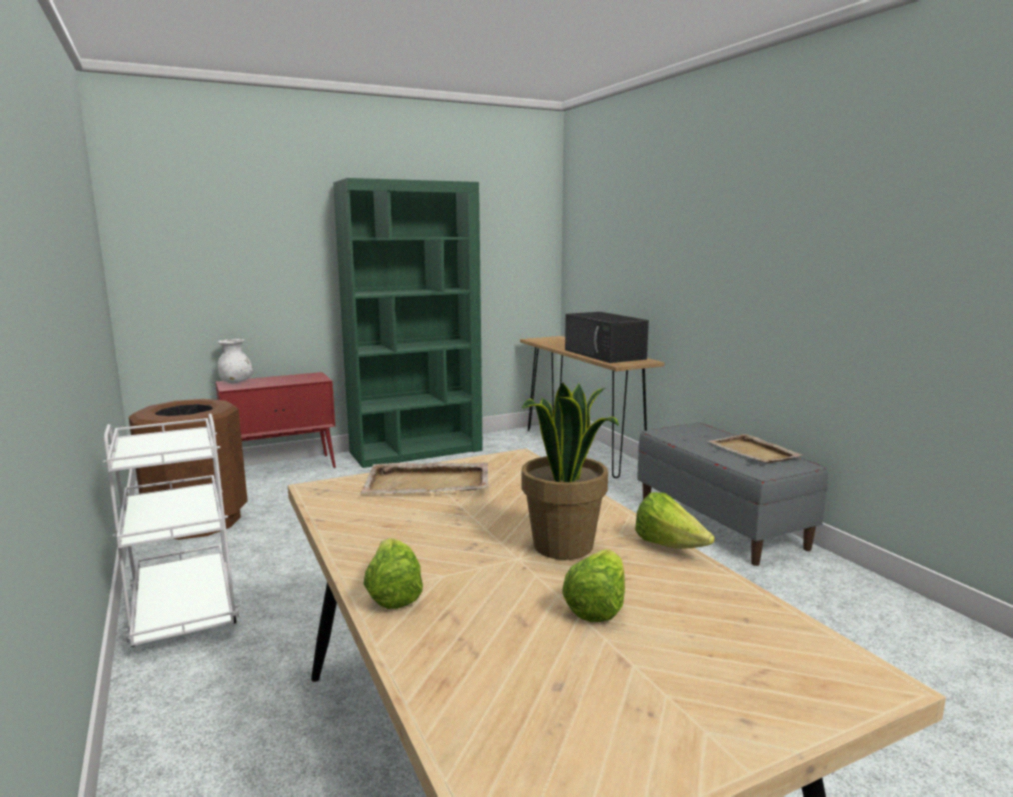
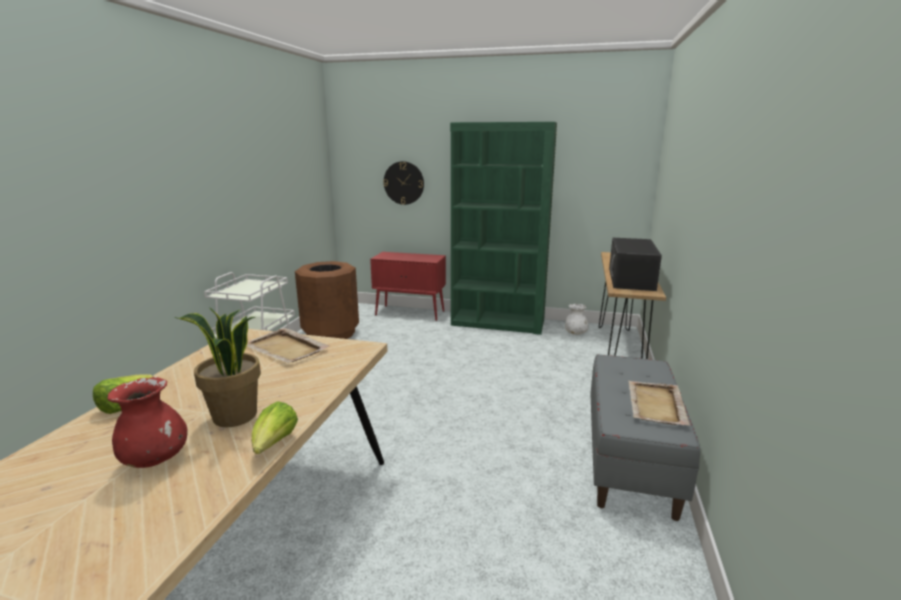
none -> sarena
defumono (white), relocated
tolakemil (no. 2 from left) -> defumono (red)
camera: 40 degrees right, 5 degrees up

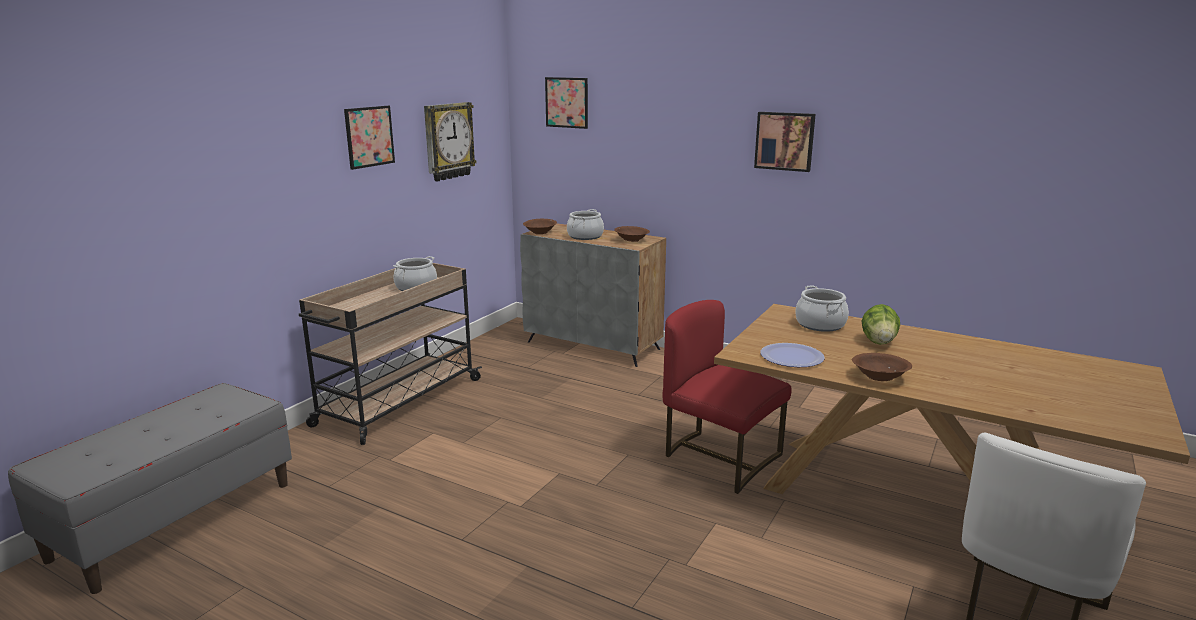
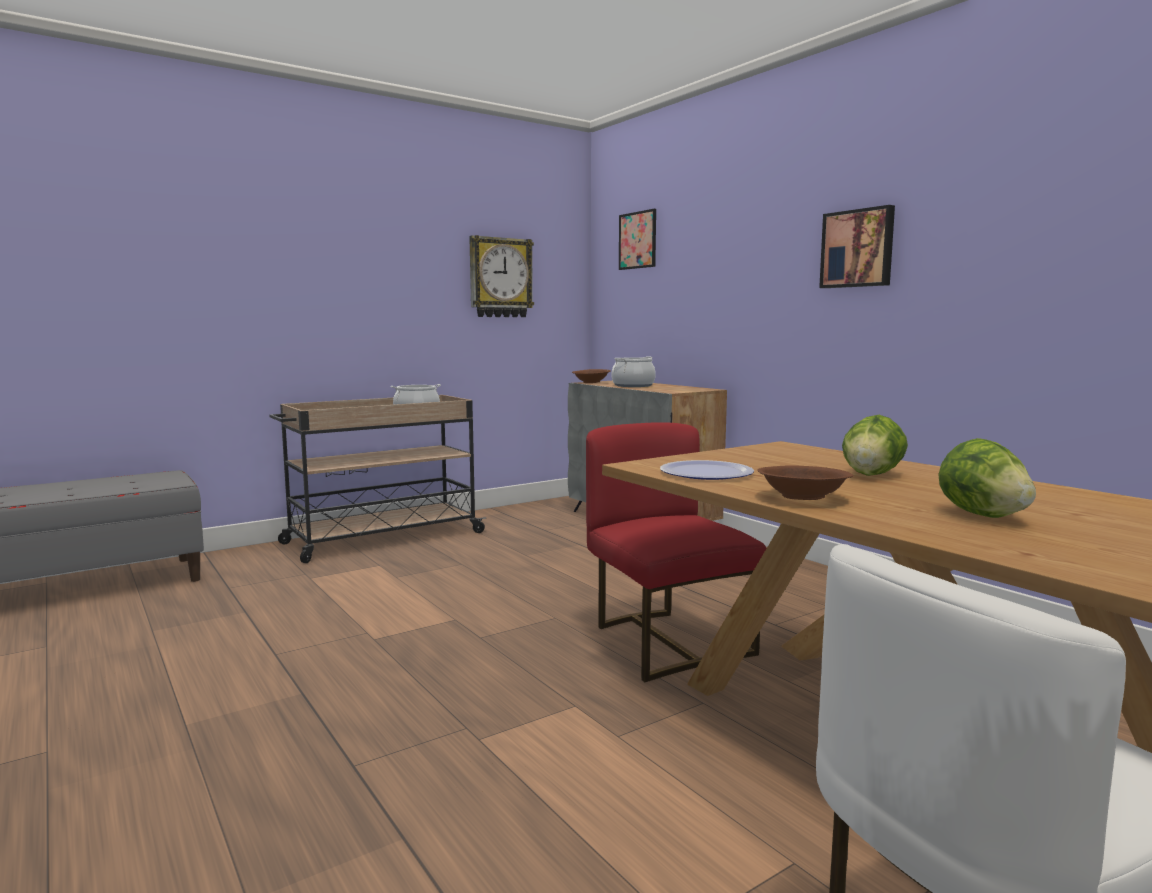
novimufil (no. 1 from left) -> none
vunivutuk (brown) (no. 2 from left) -> none
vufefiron (no. 3 from left) -> none
none -> tolakemil (no. 2 from left)
camera: 25 degrees right, 10 degrees down

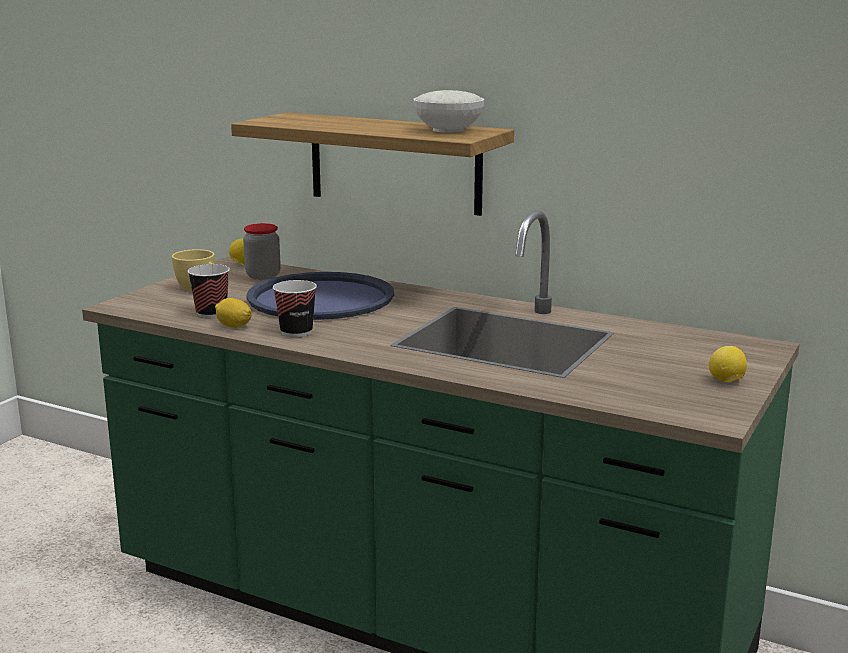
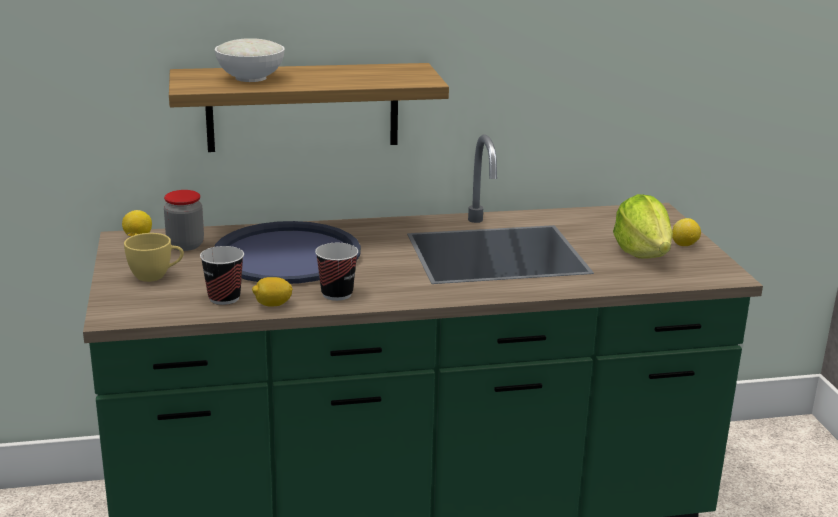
none -> tolakemil
vunivutuk (white), relocated
camera: 40 degrees left, 5 degrees up

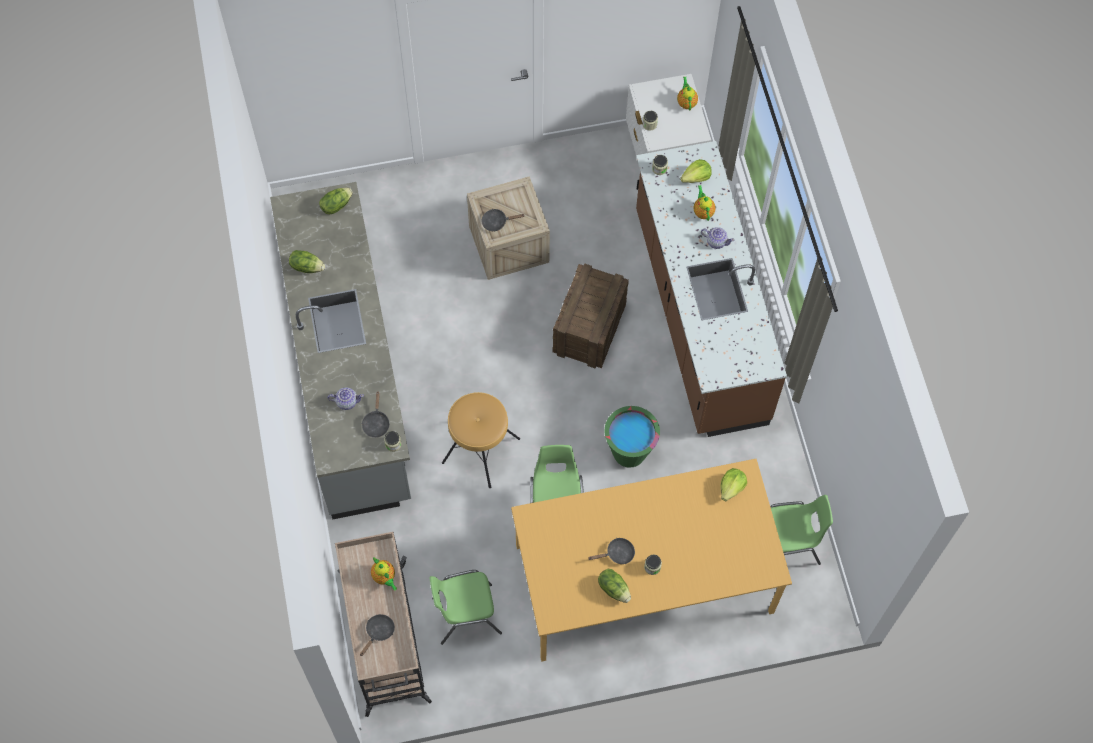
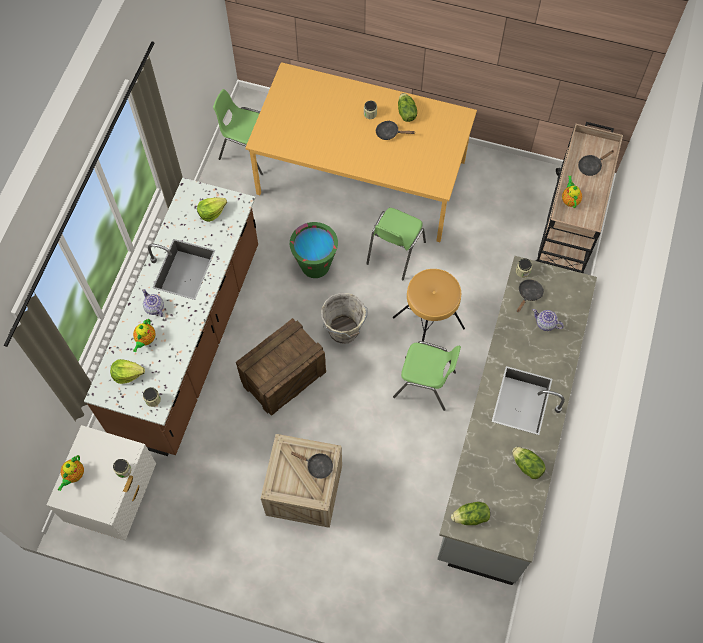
none -> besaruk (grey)
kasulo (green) (no. 1 from left in the first image) -> kasulo (green) (no. 3 from left), relocated
tolakemil (no. 5 from left in the first image) -> tolakemil (no. 2 from left), relocated
camera: 150 degrees left, 0 degrees up

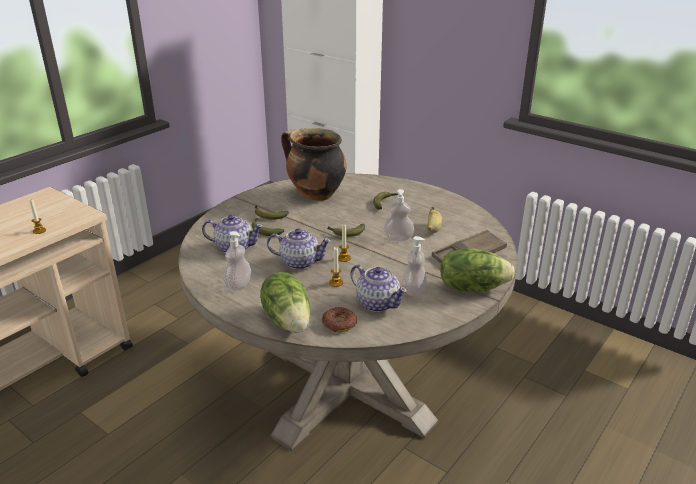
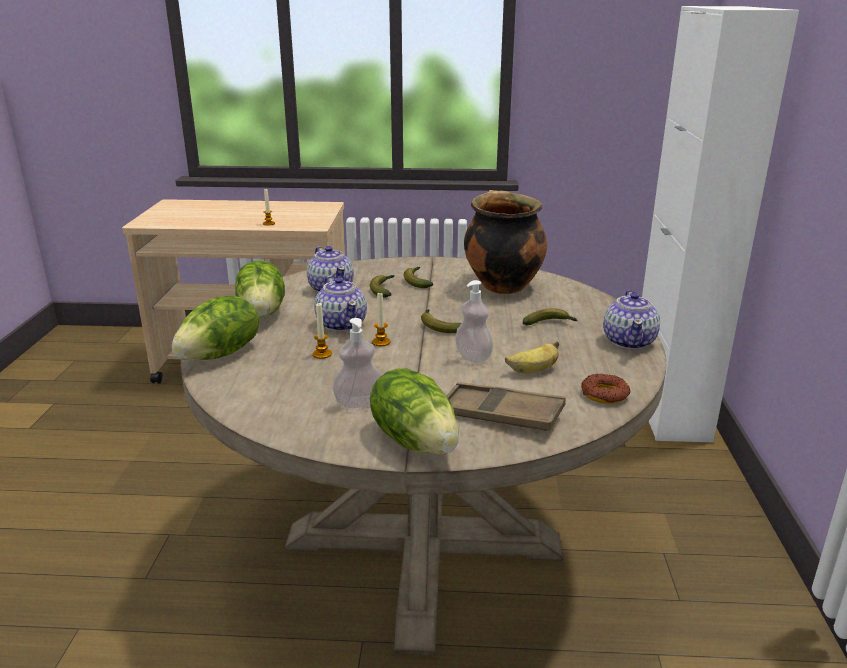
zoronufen, relocated
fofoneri (no. 3 from left), relocated
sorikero (no. 1 from left) -> tolakemil (no. 2 from left)
camera: 55 degrees right, 5 degrees down

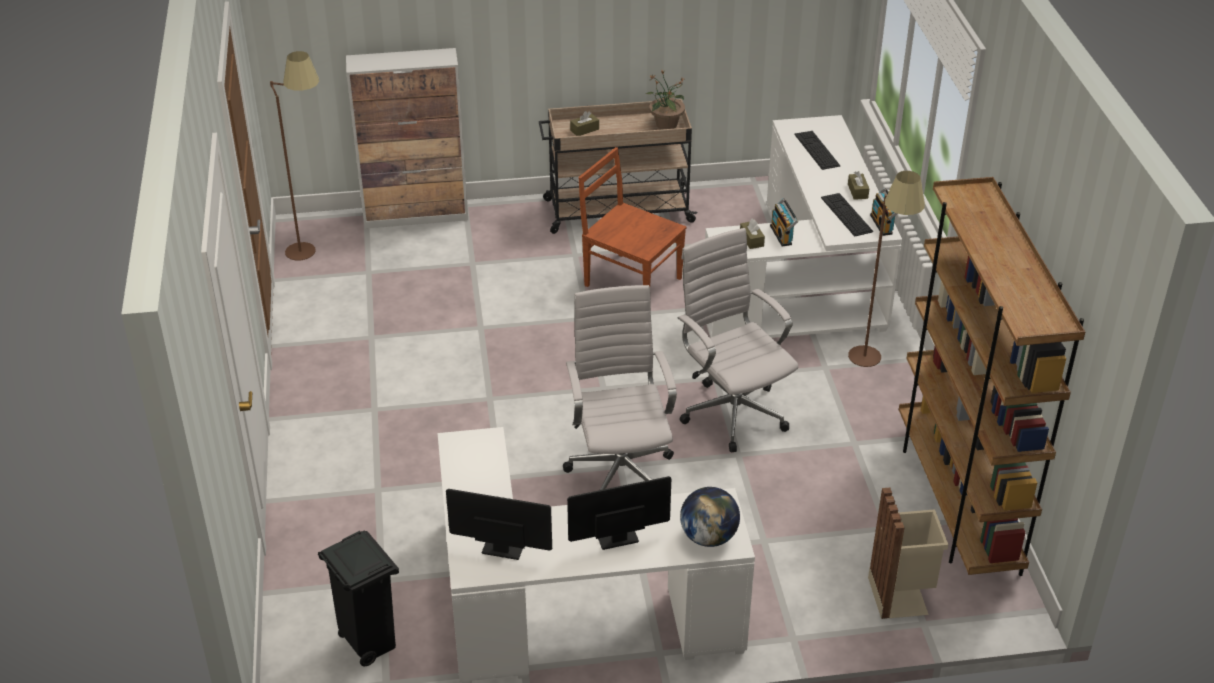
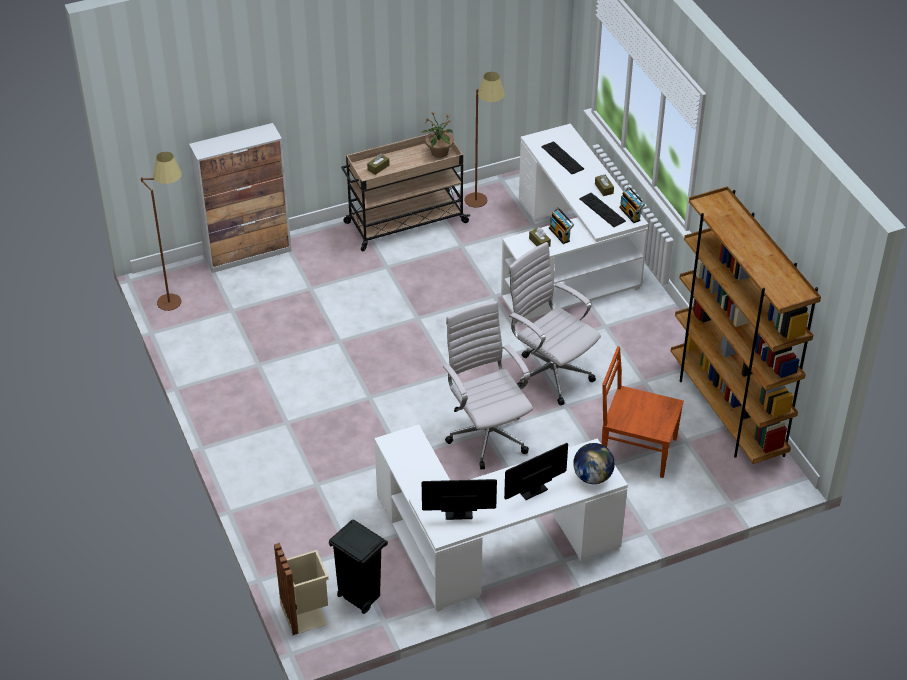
kasulo (brown), relocated
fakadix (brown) (no. 2 from left), relocated
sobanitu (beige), relocated
camera: 15 degrees left, 5 degrees up

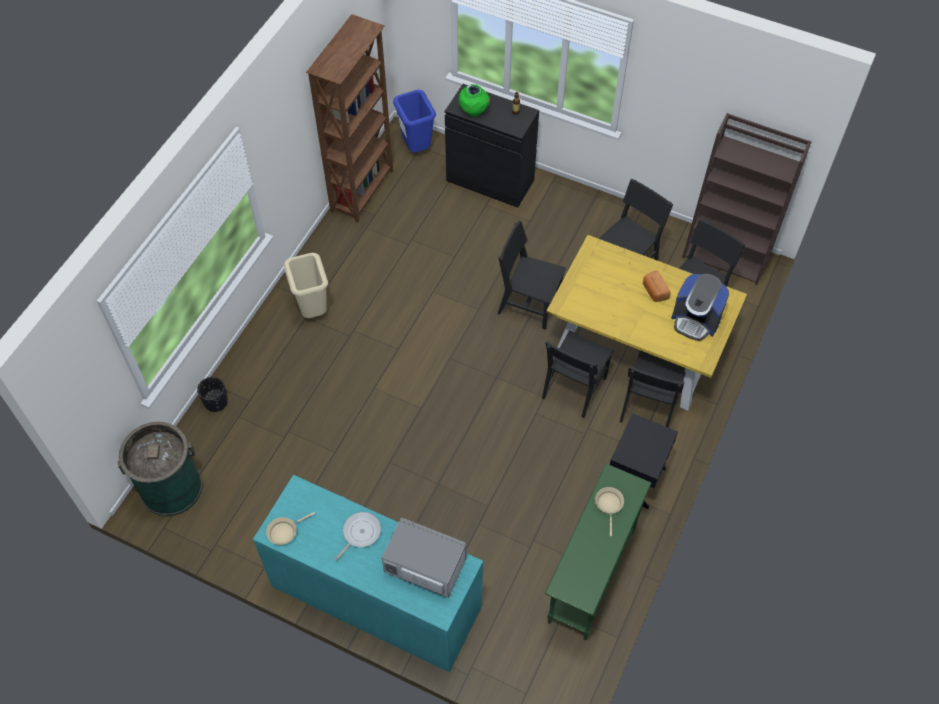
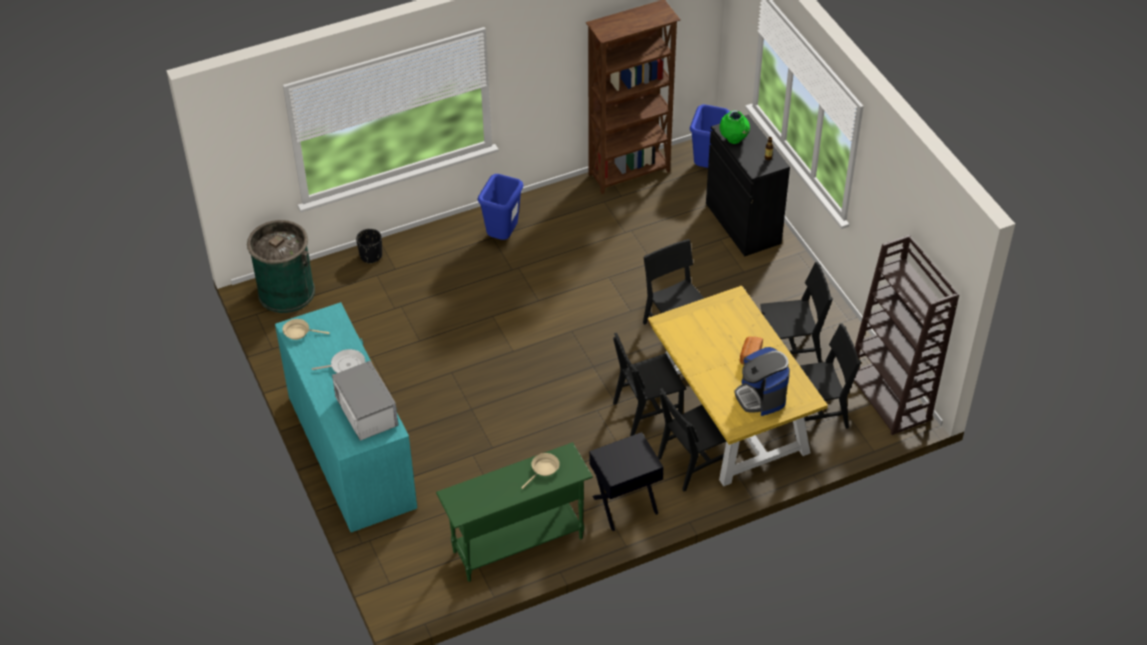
sobanitu (beige) -> sobanitu (blue) (no. 1 from left)
camera: 40 degrees right, 10 degrees down

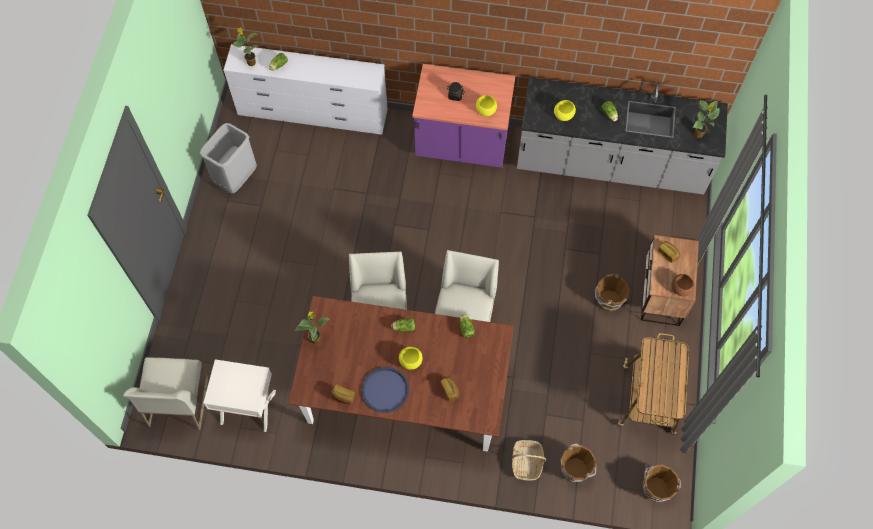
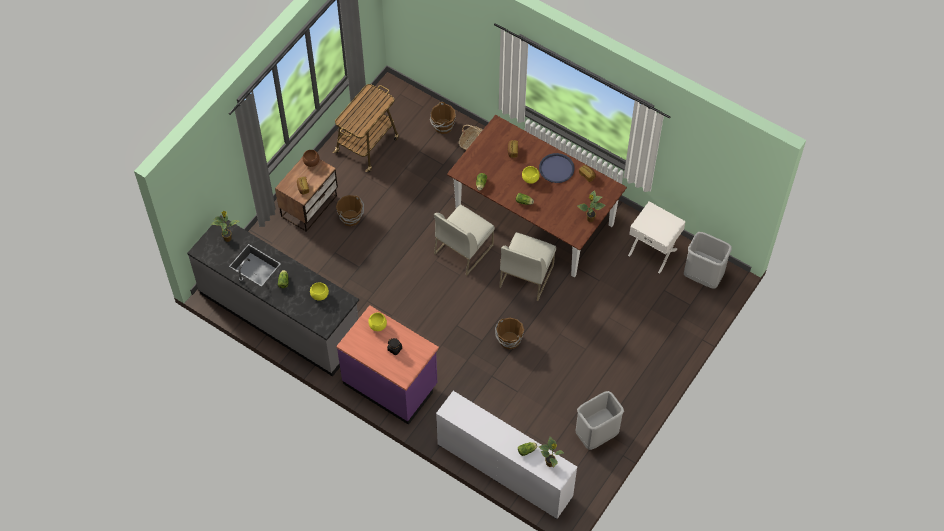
besaruk (brown) (no. 3 from left), relocated
kasulo (white) (no. 1 from left) -> sobanitu (grey) (no. 2 from left)
camera: 155 degrees left, 5 degrees down

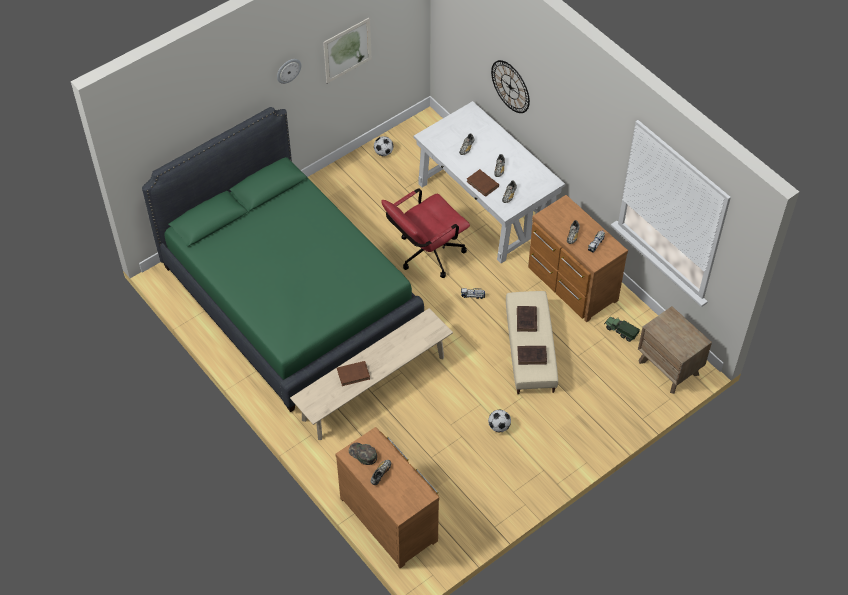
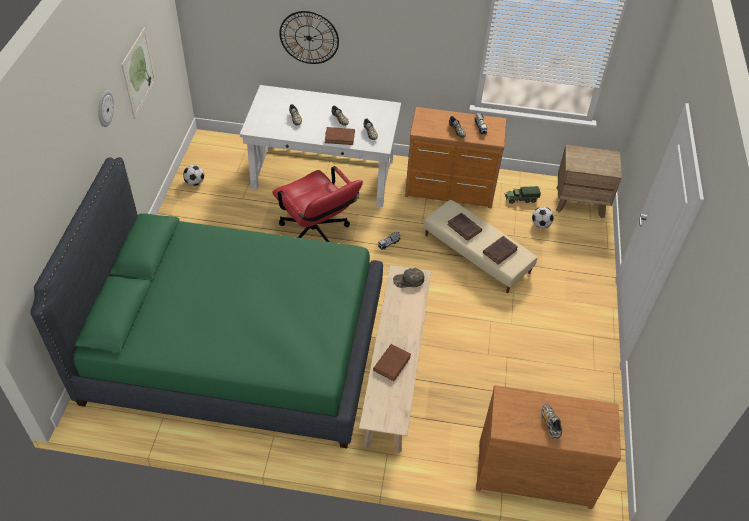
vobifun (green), relocated
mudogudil (no. 2 from left), relocated
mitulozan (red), 45 degrees counterclockwise
camera: 45 degrees left, 5 degrees down

